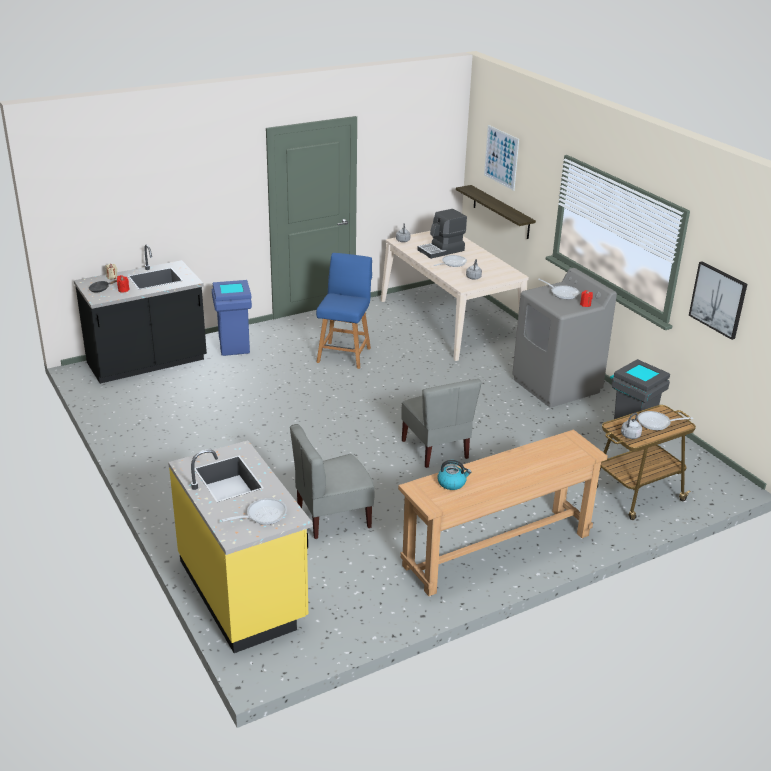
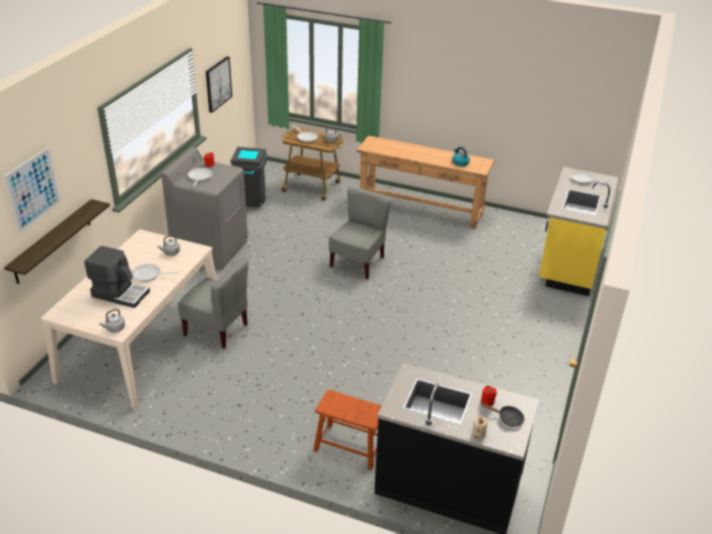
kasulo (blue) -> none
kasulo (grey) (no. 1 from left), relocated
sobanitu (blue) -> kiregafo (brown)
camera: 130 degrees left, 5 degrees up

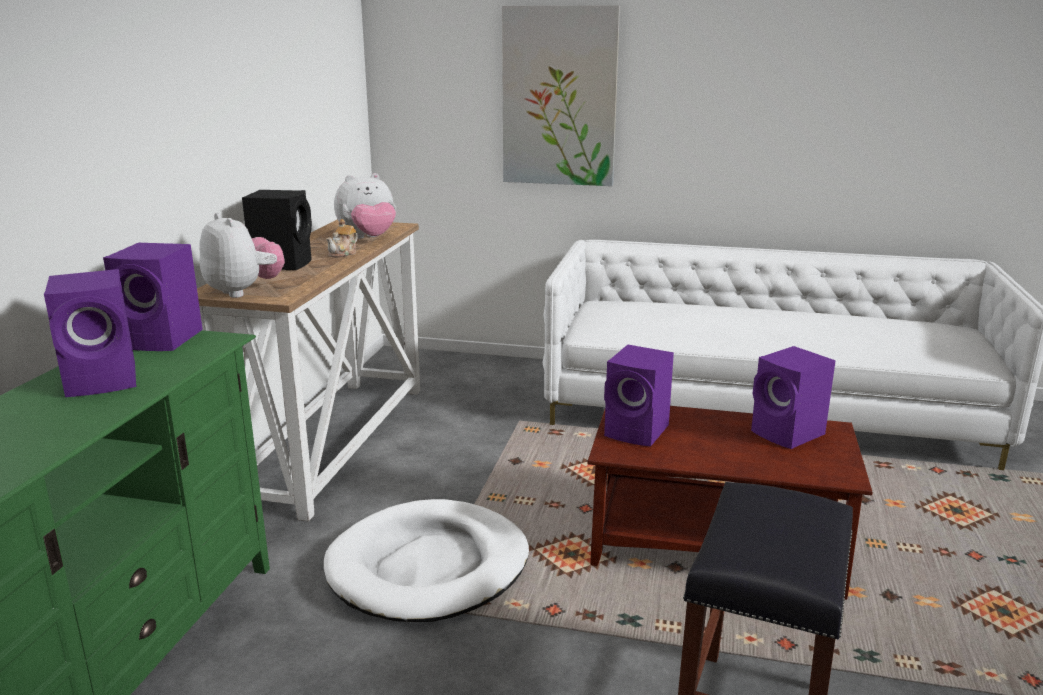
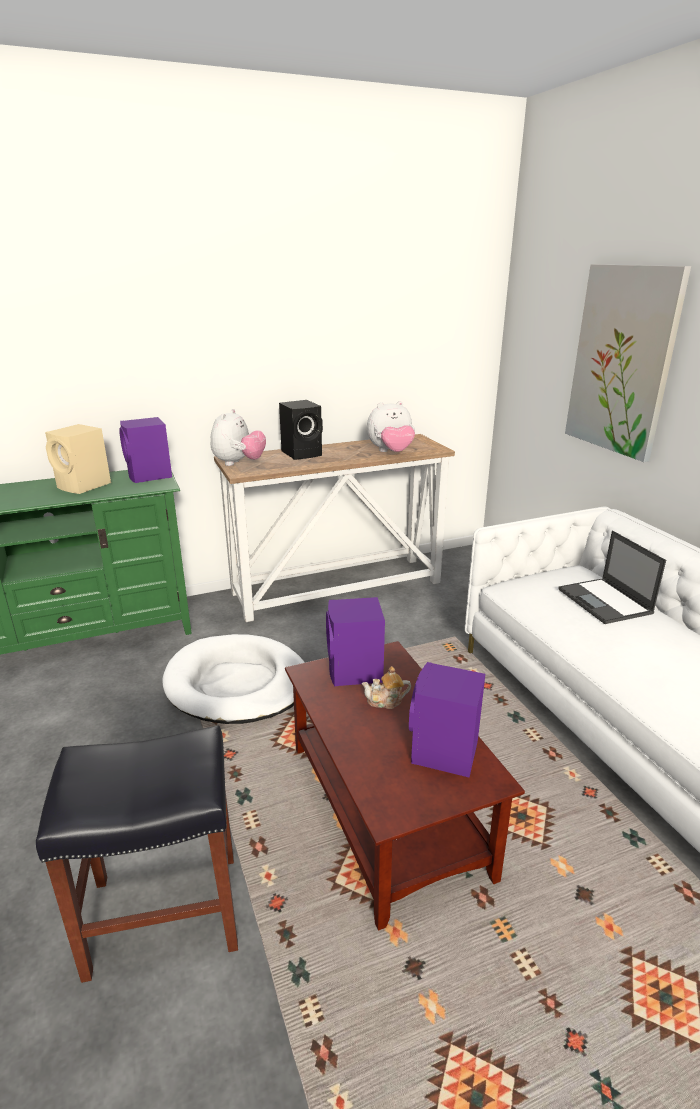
none -> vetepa
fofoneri, relocated
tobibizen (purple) (no. 1 from left) -> tobibizen (beige)
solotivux (no. 2 from left), 45 degrees counterclockwise
camera: 55 degrees right, 5 degrees up

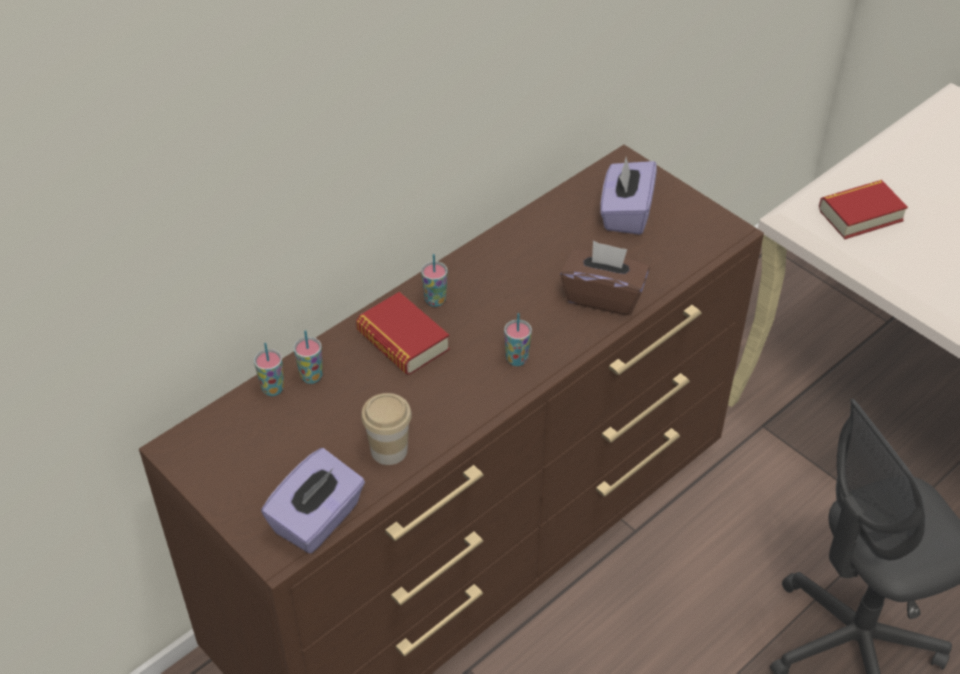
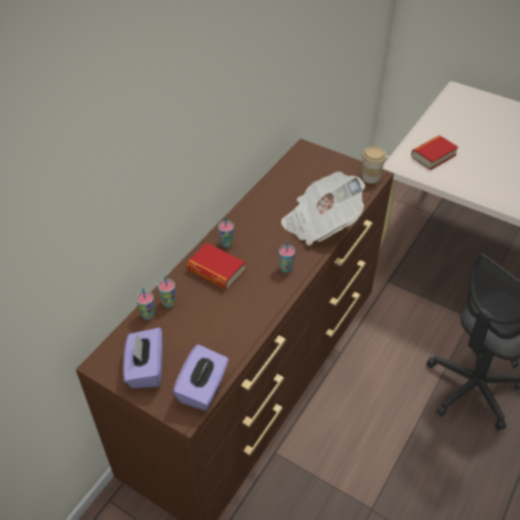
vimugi (no. 3 from left in the first image) -> vimugi (no. 5 from left), relocated
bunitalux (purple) (no. 2 from left in the first image) -> bunitalux (purple) (no. 1 from left), relocated
bunitalux (brown) -> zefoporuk
camera: 15 degrees left, 0 degrees up

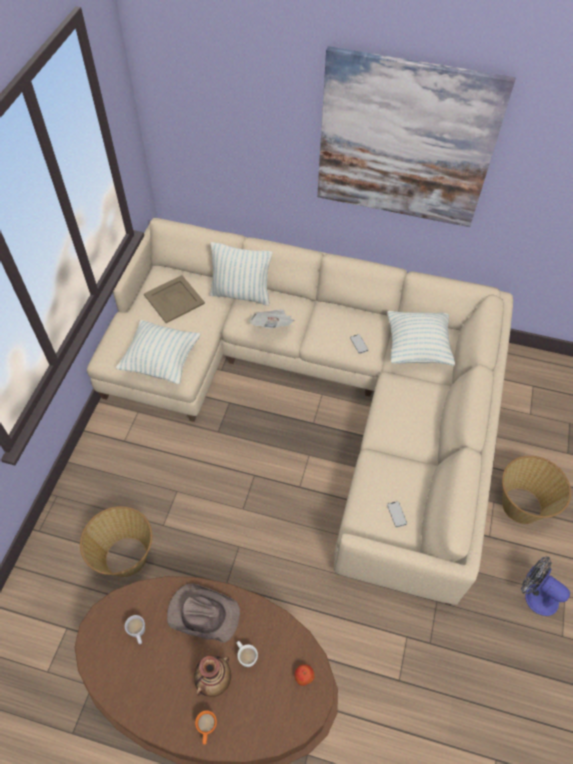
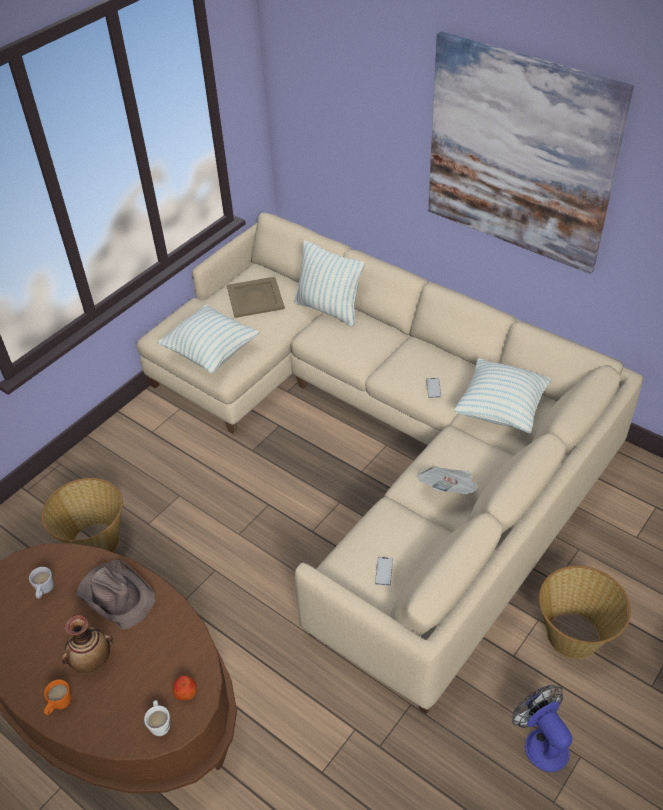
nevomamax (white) (no. 2 from left), relocated
zefoporuk, relocated
camera: 25 degrees right, 10 degrees down

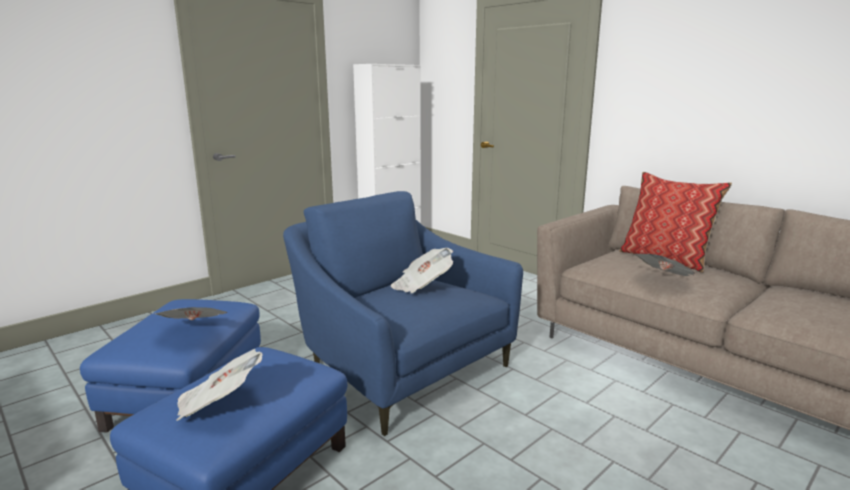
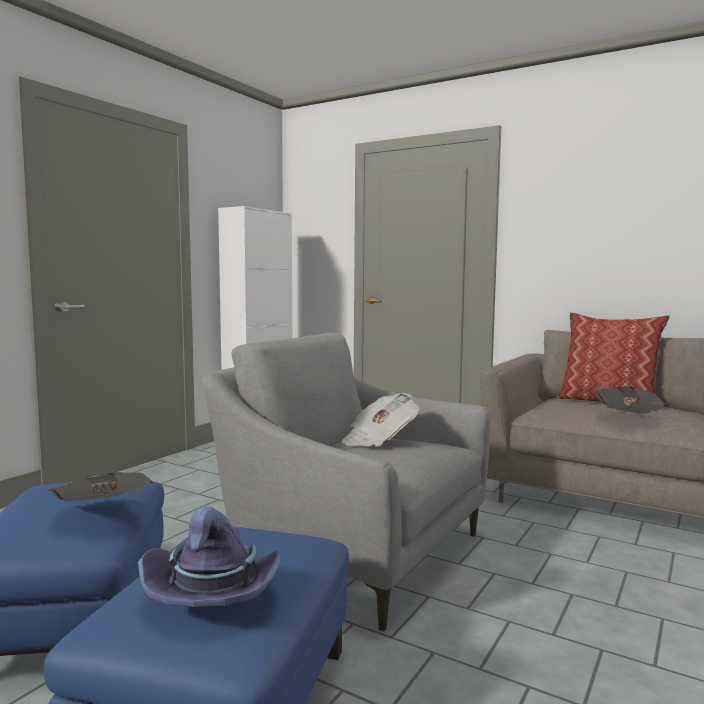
zefoporuk (no. 2 from left) -> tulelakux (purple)
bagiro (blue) -> bagiro (grey)
camera: 15 degrees left, 10 degrees down

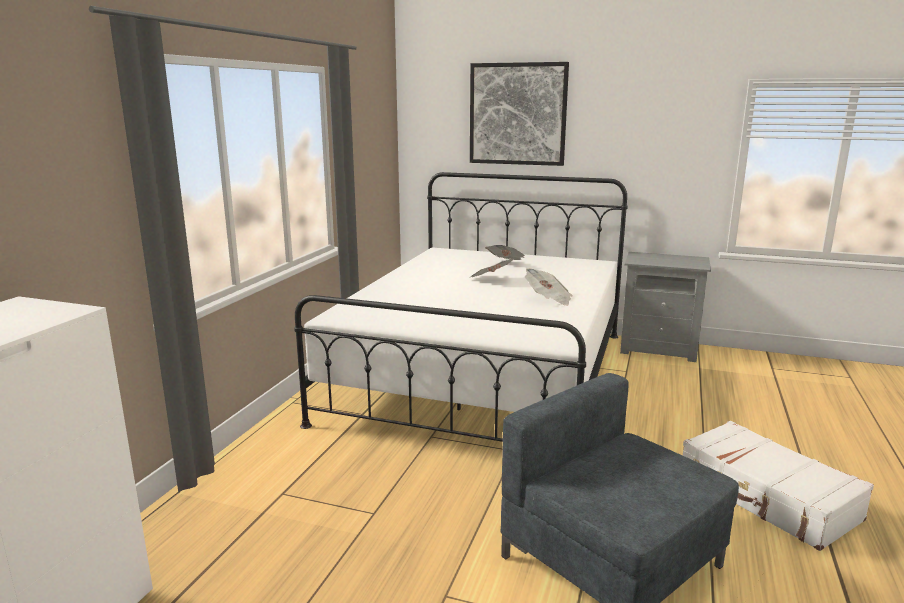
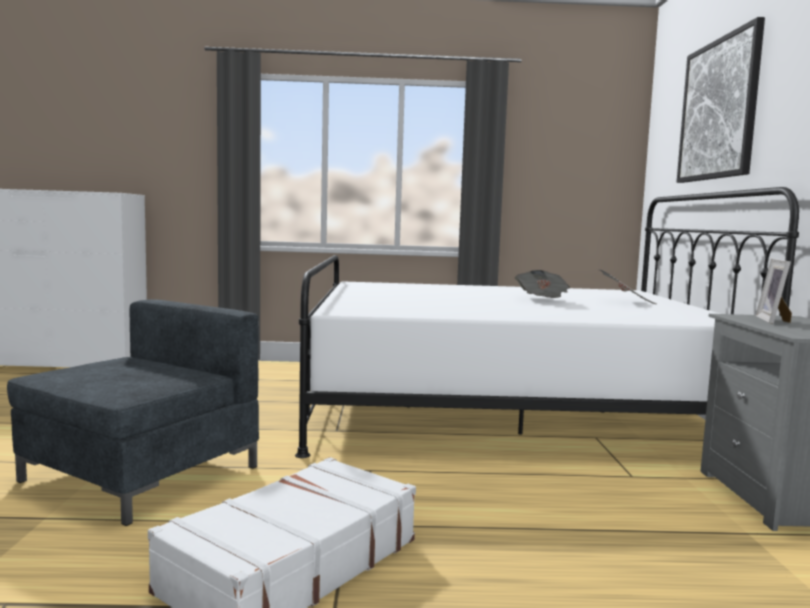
zefoporuk (no. 3 from left) -> none
none -> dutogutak
camera: 70 degrees right, 10 degrees down

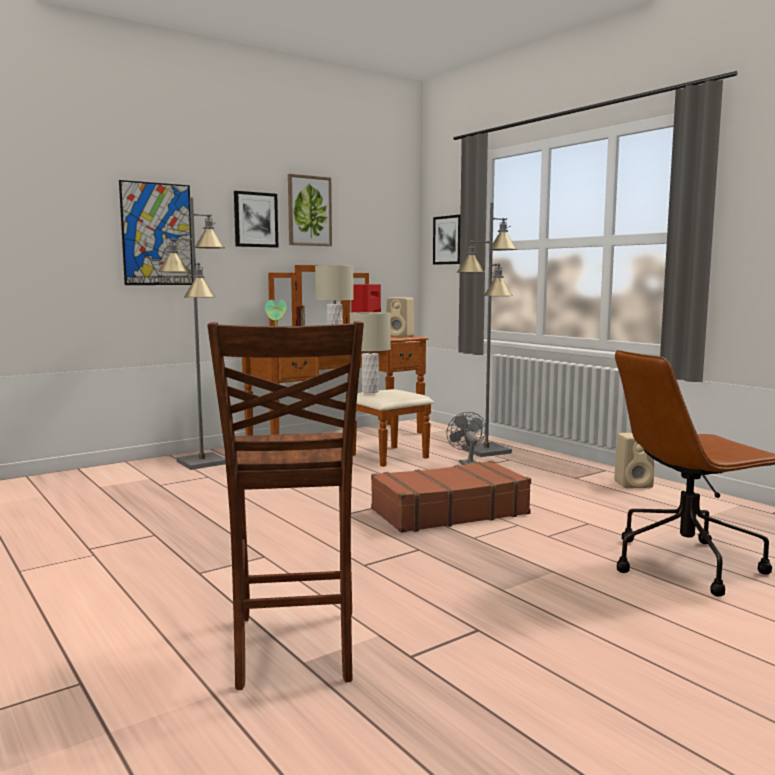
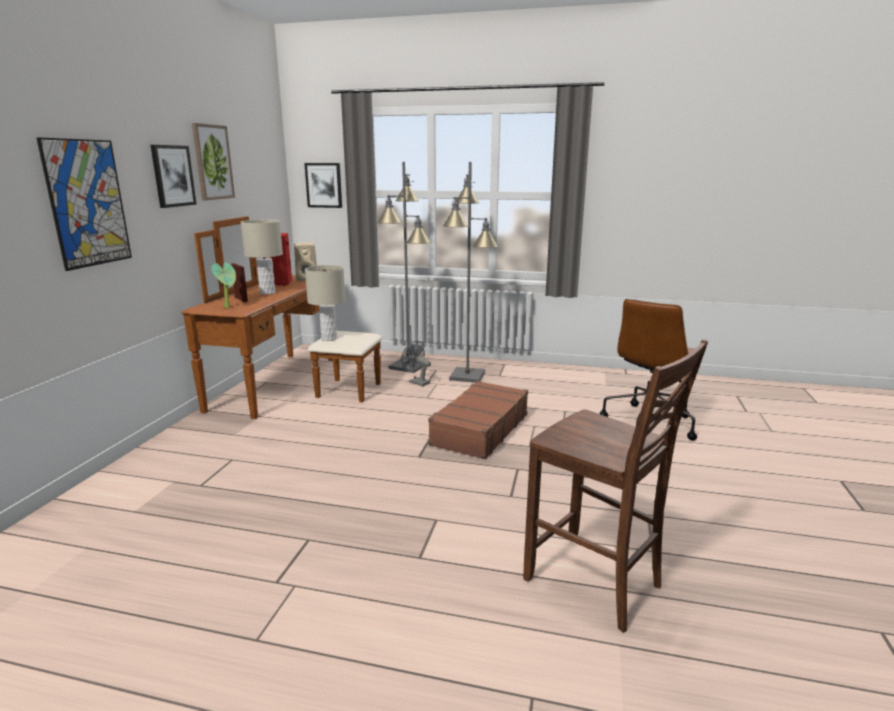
tobibizen (beige) (no. 2 from left) -> none
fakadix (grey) (no. 1 from left in the first image) -> fakadix (grey) (no. 2 from left), relocated
camera: 40 degrees left, 10 degrees up

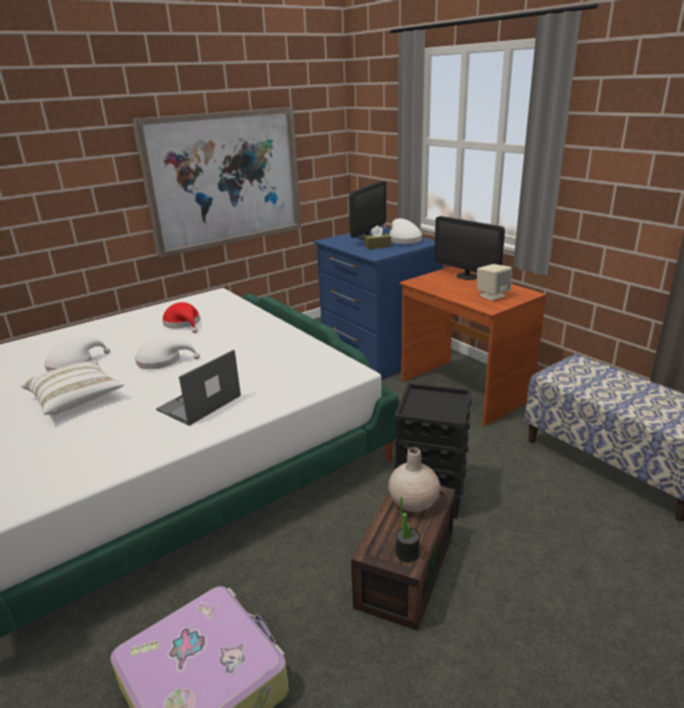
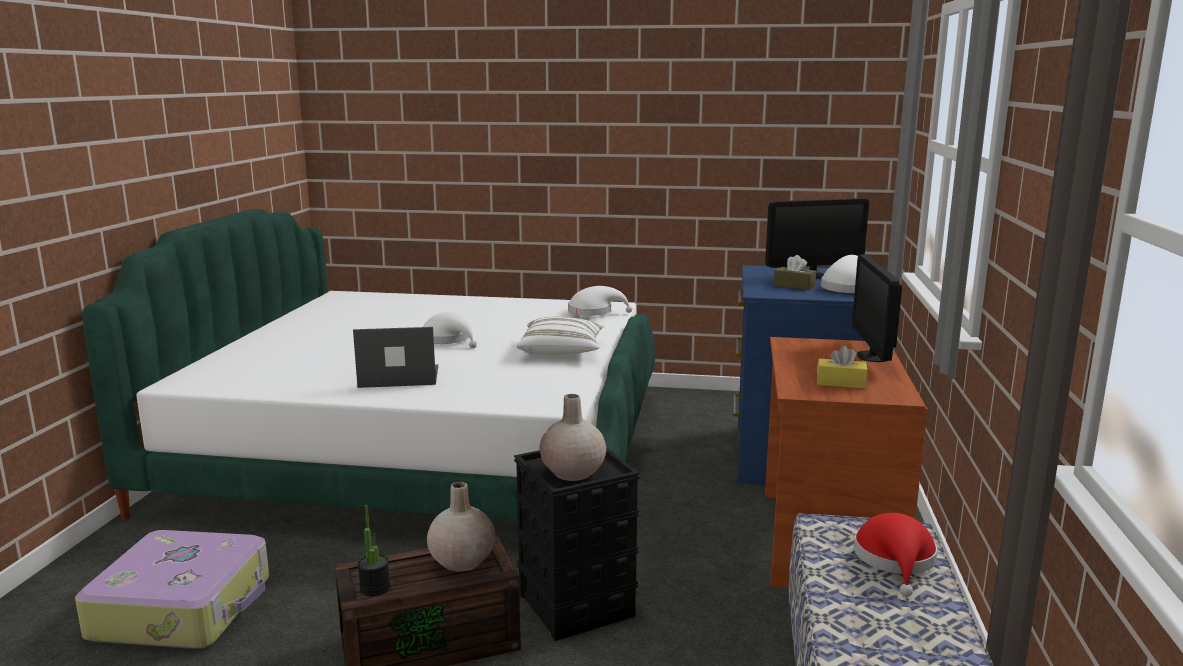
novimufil -> none
none -> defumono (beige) (no. 2 from left)
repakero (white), relocated
tulelakux (white) (no. 1 from left in the first image) -> tulelakux (white) (no. 2 from left), relocated
tulelakux (red), relocated
tobibizen (beige) -> bunitalux (yellow)
camera: 45 degrees right, 10 degrees down

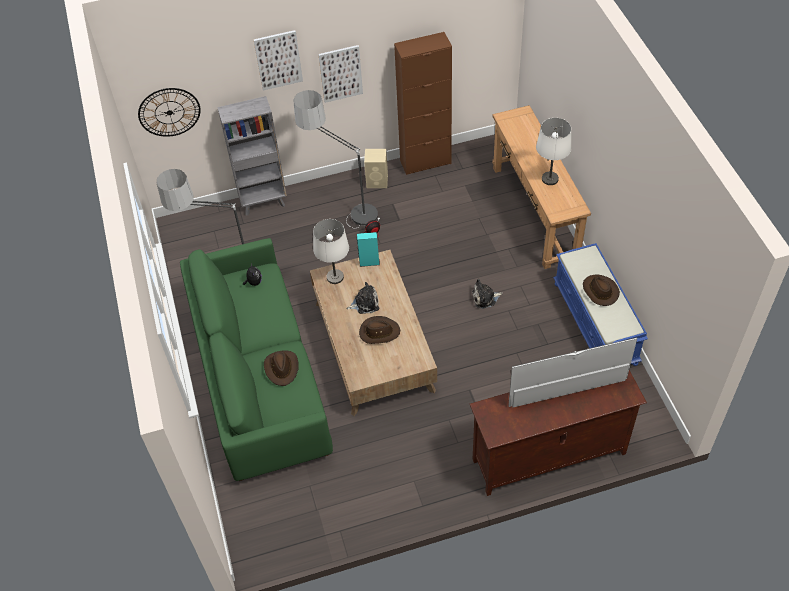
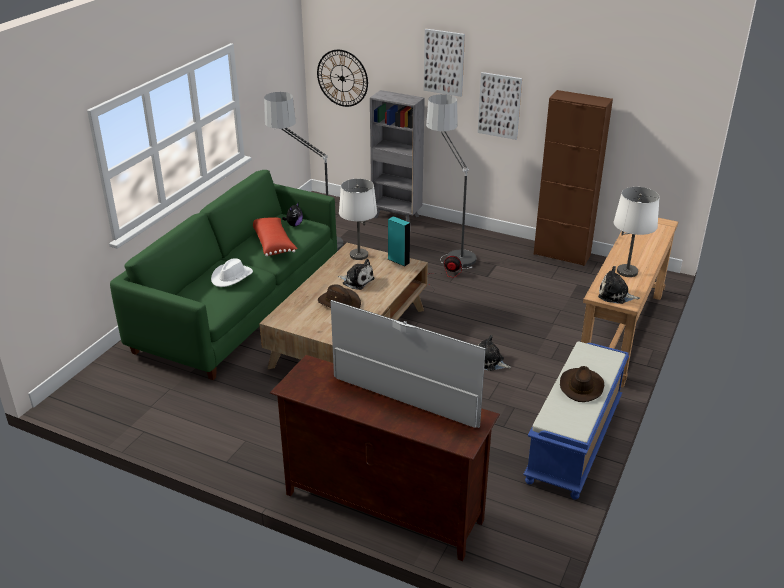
tobibizen (beige) -> none
none -> repakero (red)
none -> solotivux (no. 4 from left)
tulelakux (brown) (no. 1 from left) -> tulelakux (white)
camera: 40 degrees right, 20 degrees down

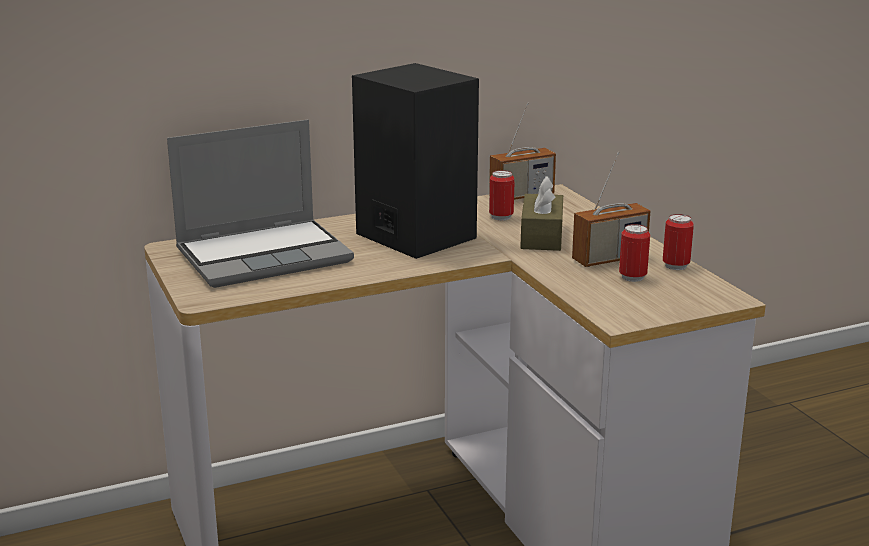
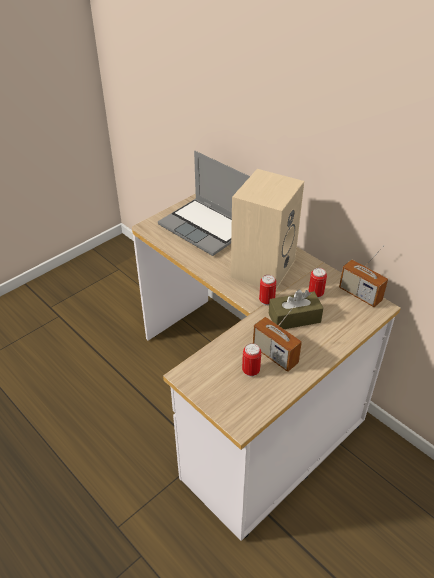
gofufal (no. 3 from left in the first image) -> gofufal (no. 2 from left), relocated
tobibizen (black) -> tobibizen (beige)
camera: 70 degrees right, 20 degrees up

